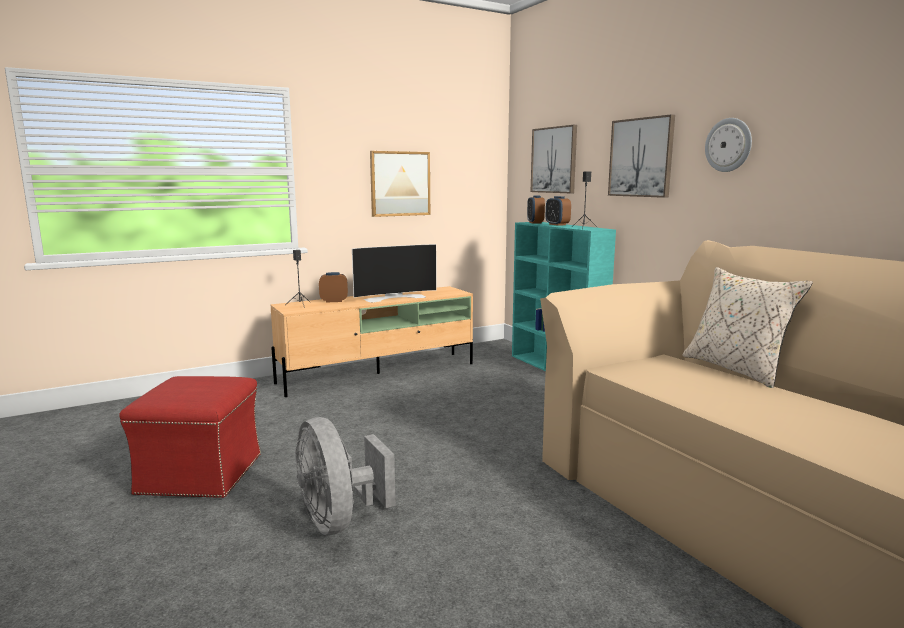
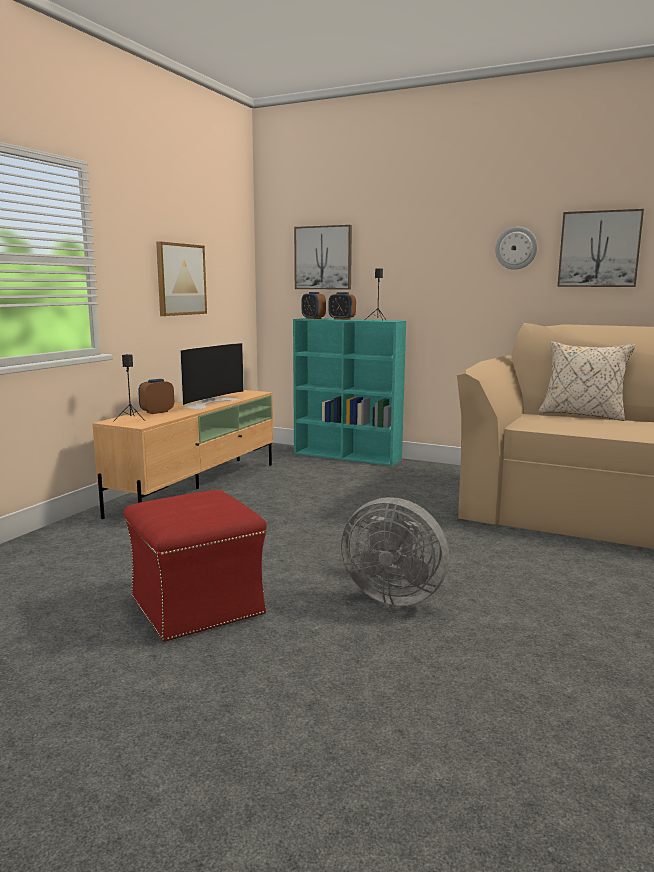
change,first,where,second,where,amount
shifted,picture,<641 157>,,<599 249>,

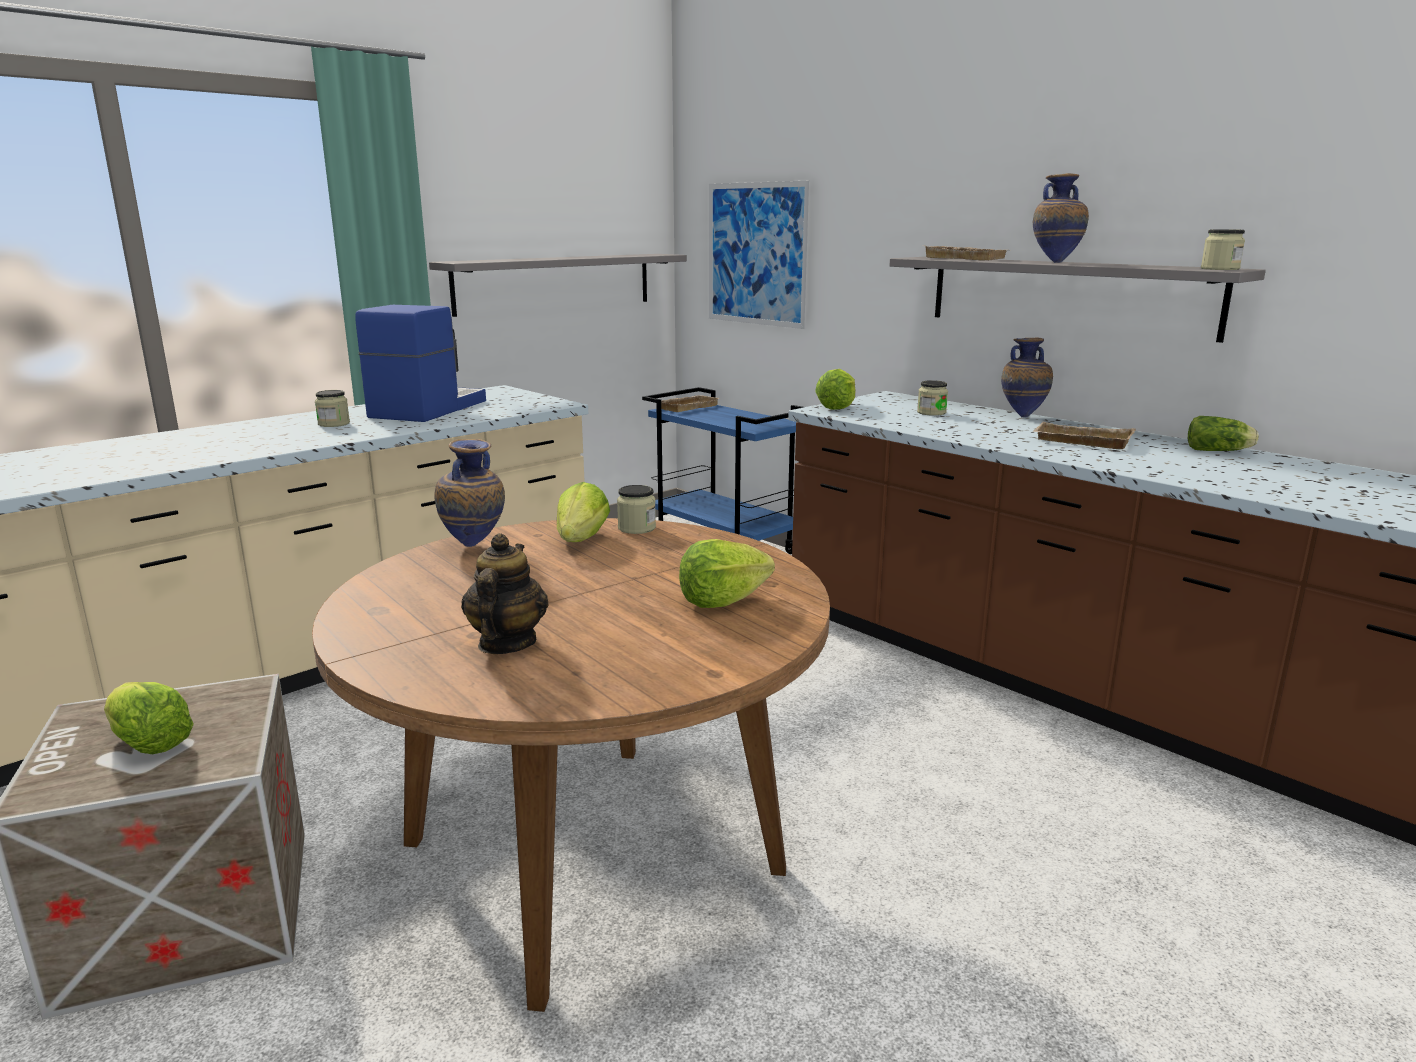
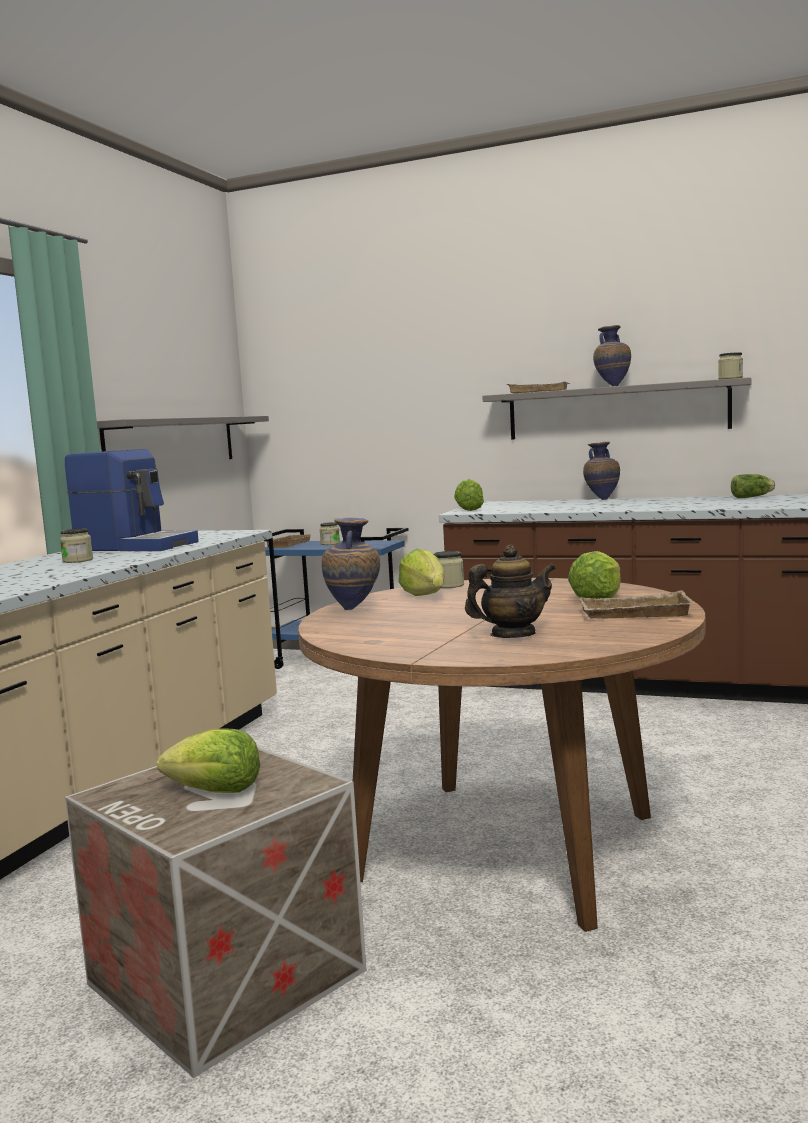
change,first,where,second,where,amount
rotated,coffee maker,<426 409>,,<136 546>,120 degrees clockwise
shifted,storage jar,<931 412>,,<330 543>,
rotated,pot for tea,<506 643>,,<512 635>,90 degrees clockwise
shifted,beige-coloured tray,<1080 442>,,<634 614>,
gone,picture,<757 254>,,,

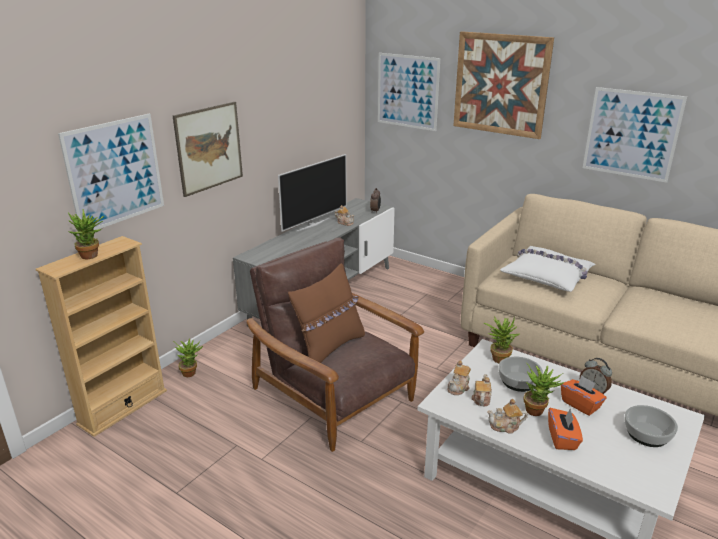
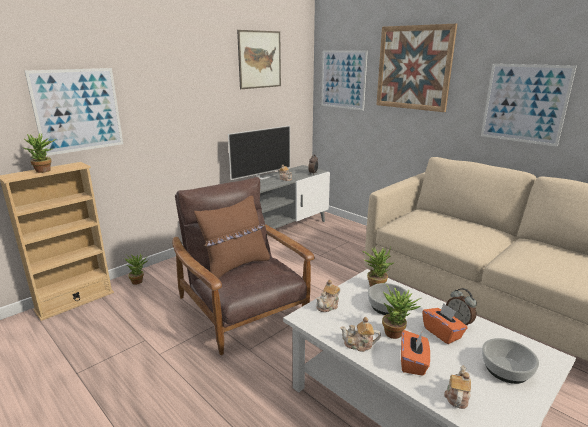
change,first,where,second,where,amount
shifted,picture,<209 148>,,<259 59>,
shifted,pot for tea,<481 398>,,<457 396>,
gone,whitish cushion,<548 276>,,,

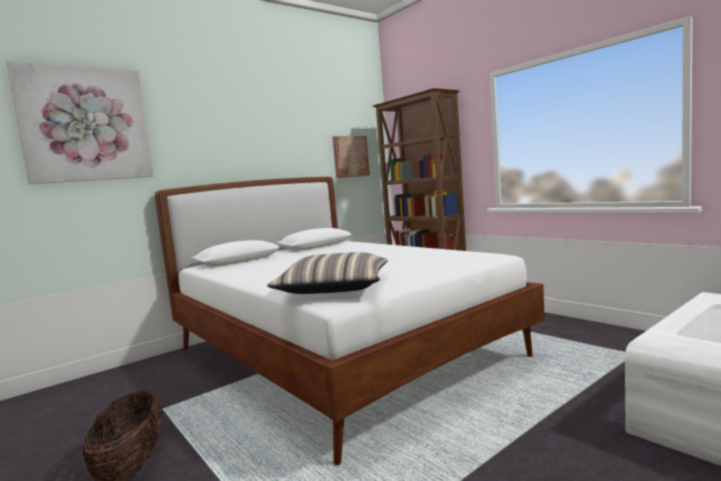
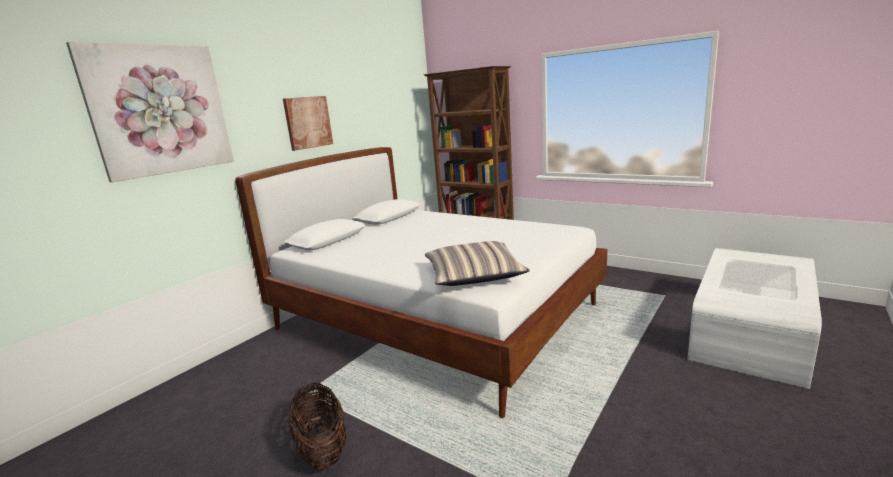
change,first,where,second,where,amount
shifted,picture,<350 156>,,<308 122>,

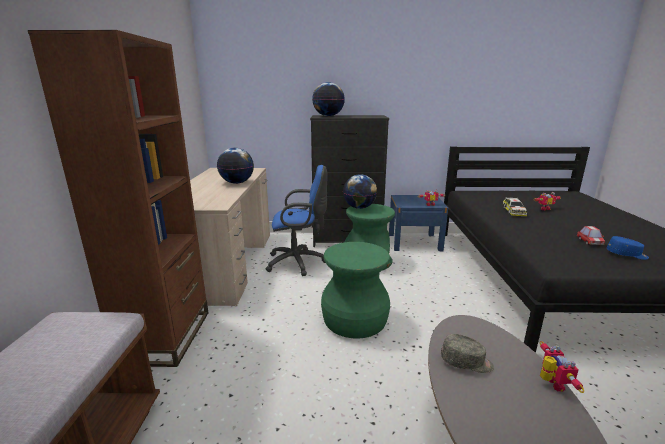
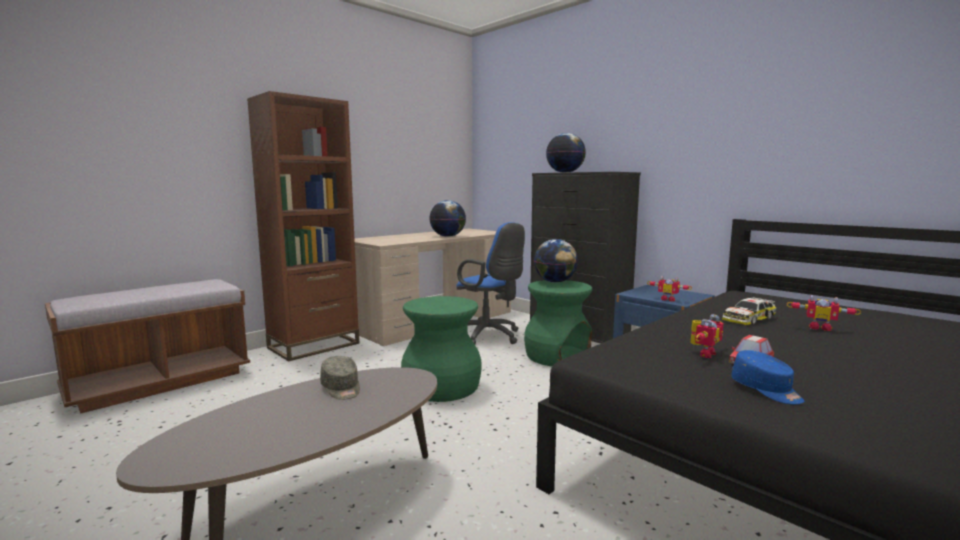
change,first,where,second,where,amount
shifted,robot figure,<551 384>,,<703 353>,

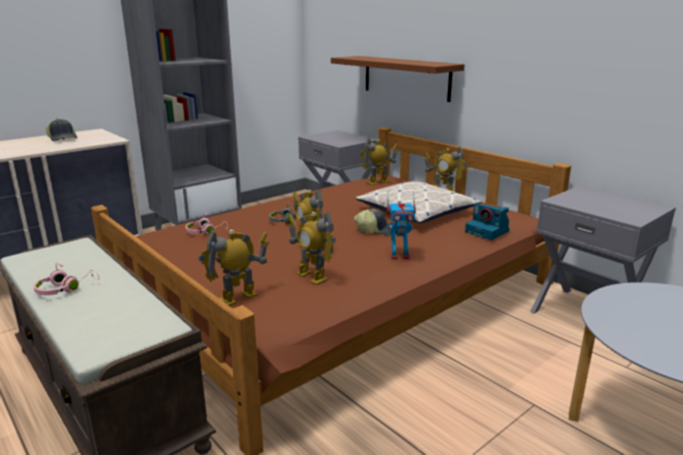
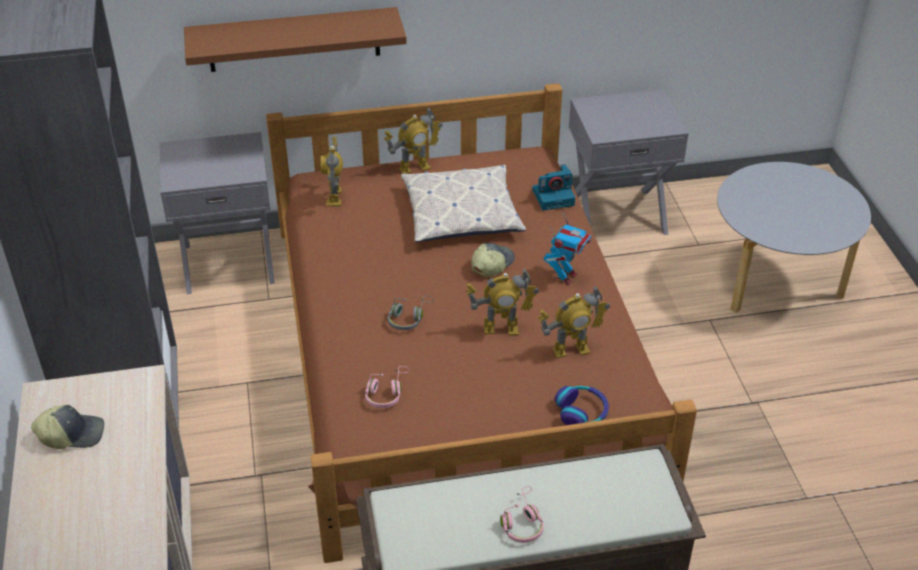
change,first,where,second,where,amount
swapped,robot figure,<238 298>,headset,<582 412>,

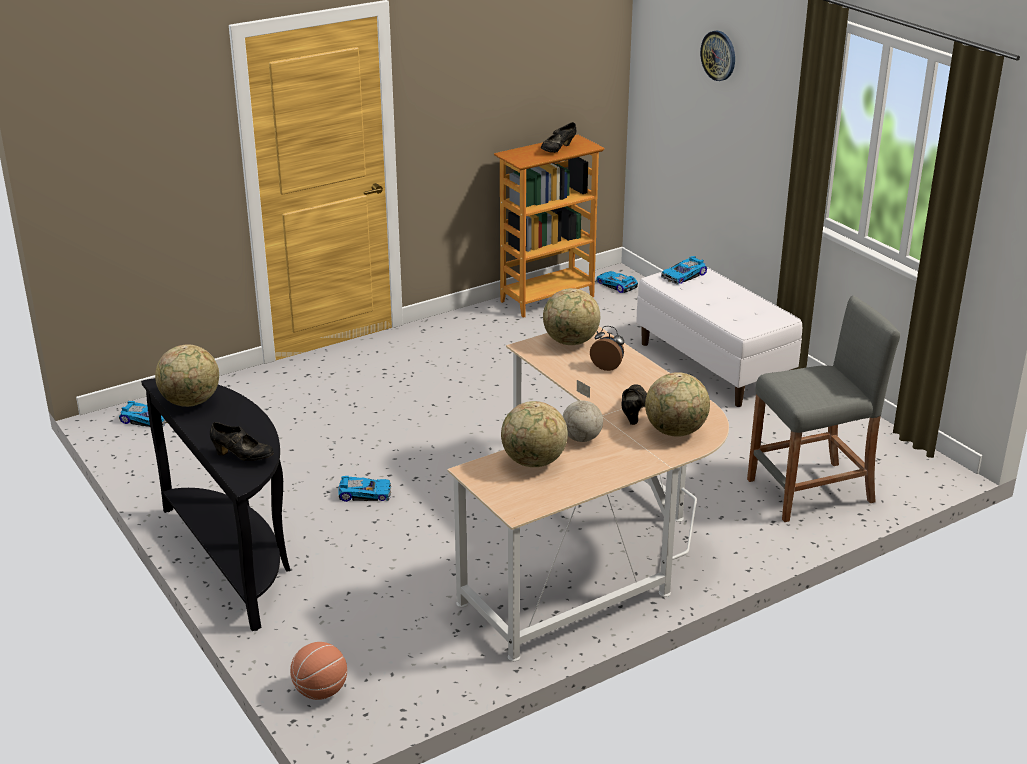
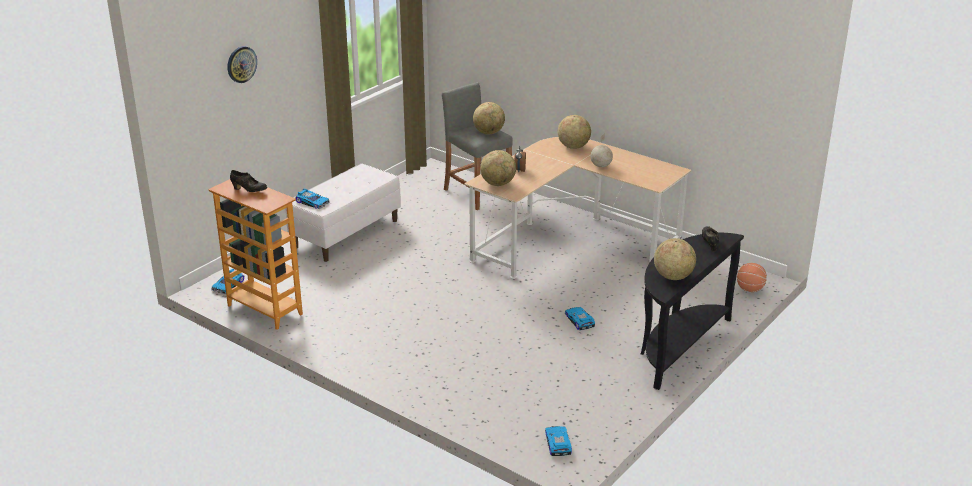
change,first,where,second,where,amount
shifted,desk globe,<534 462>,,<489 132>,
gone,black-coloured shoe,<633 412>,,,

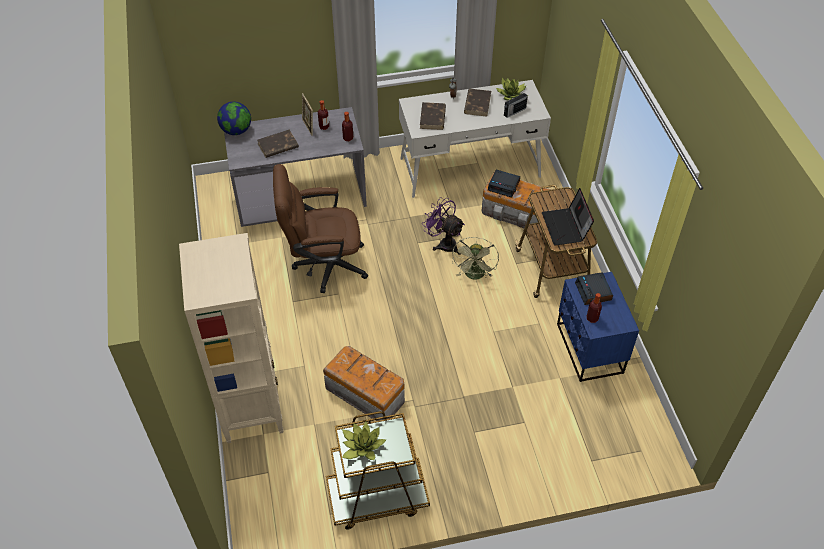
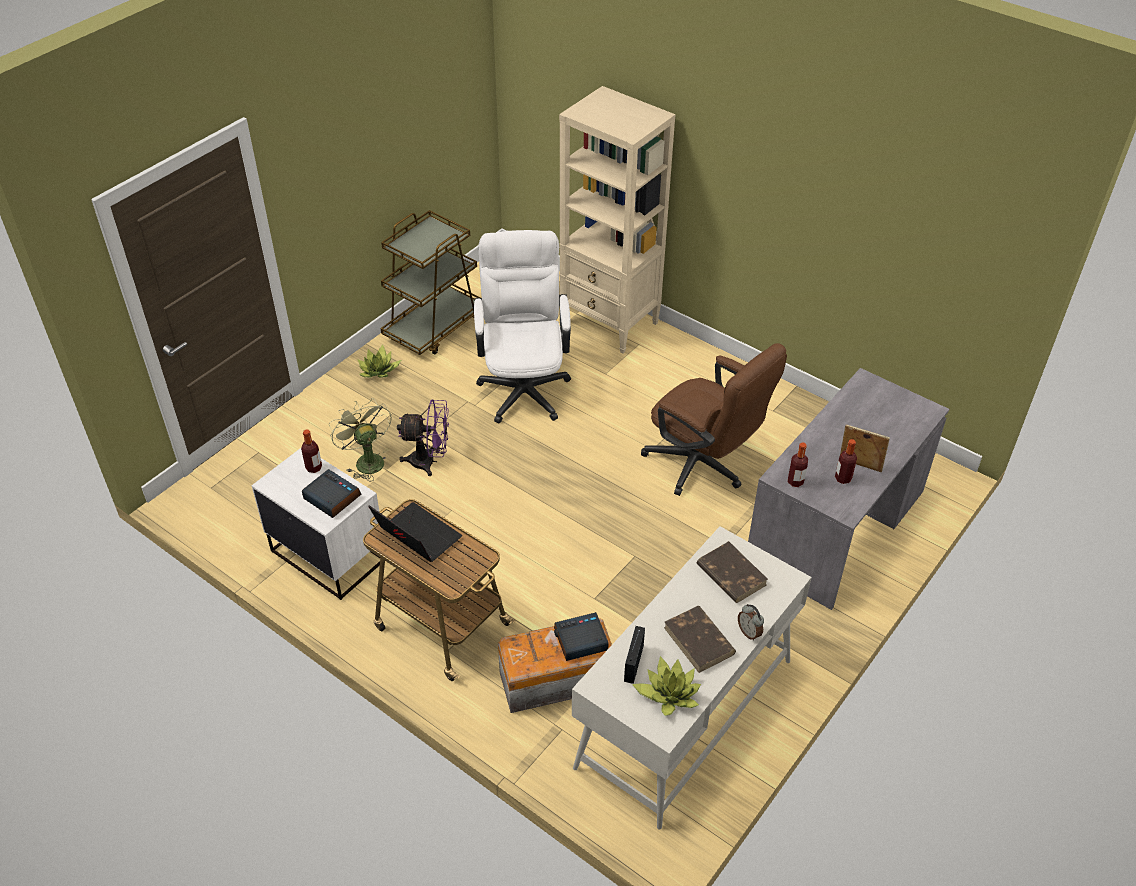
change,first,where,second,where,amount
repainted,bluish bedside table,<589 349>,whitish bedside table,<328 555>,
shifted,green fan,<475 276>,,<366 460>,
shifted,potted plant,<362 446>,,<379 370>,
shifted,purple fan,<444 243>,,<429 461>,
swapped,storage box,<365 394>,whitish computer chair,<524 385>,
rotated,brown computer chair,<323 265>,,<704 466>,90 degrees clockwise
gone,desk globe,<236 131>,,,
gone,brown volume,<277 146>,,,

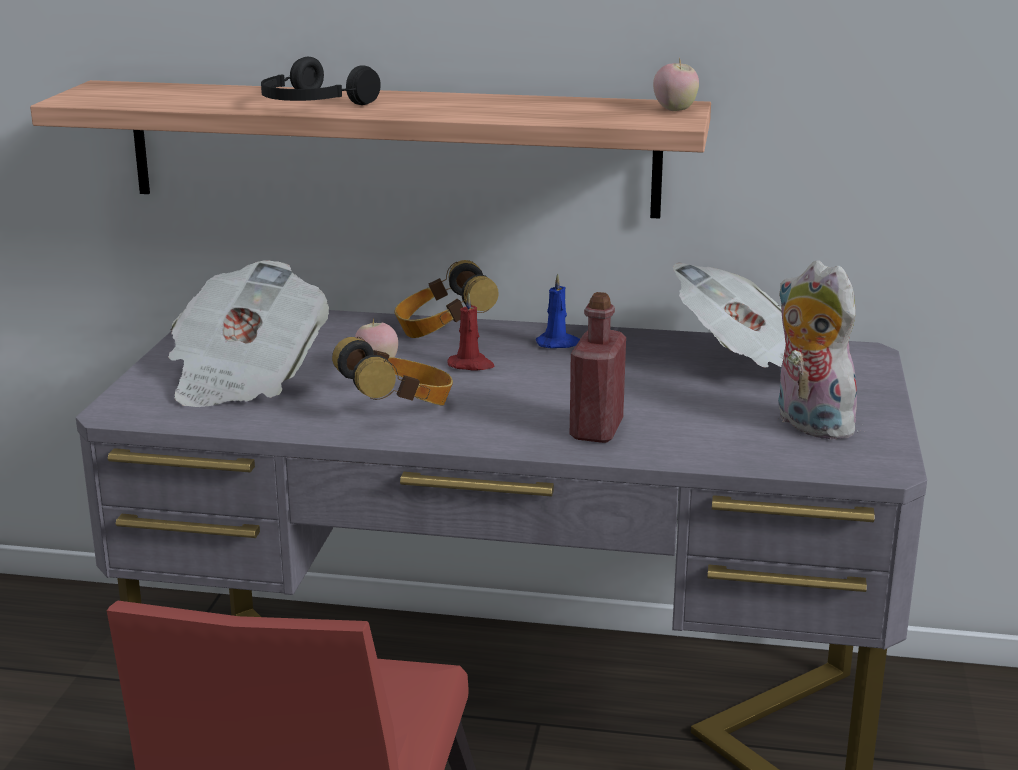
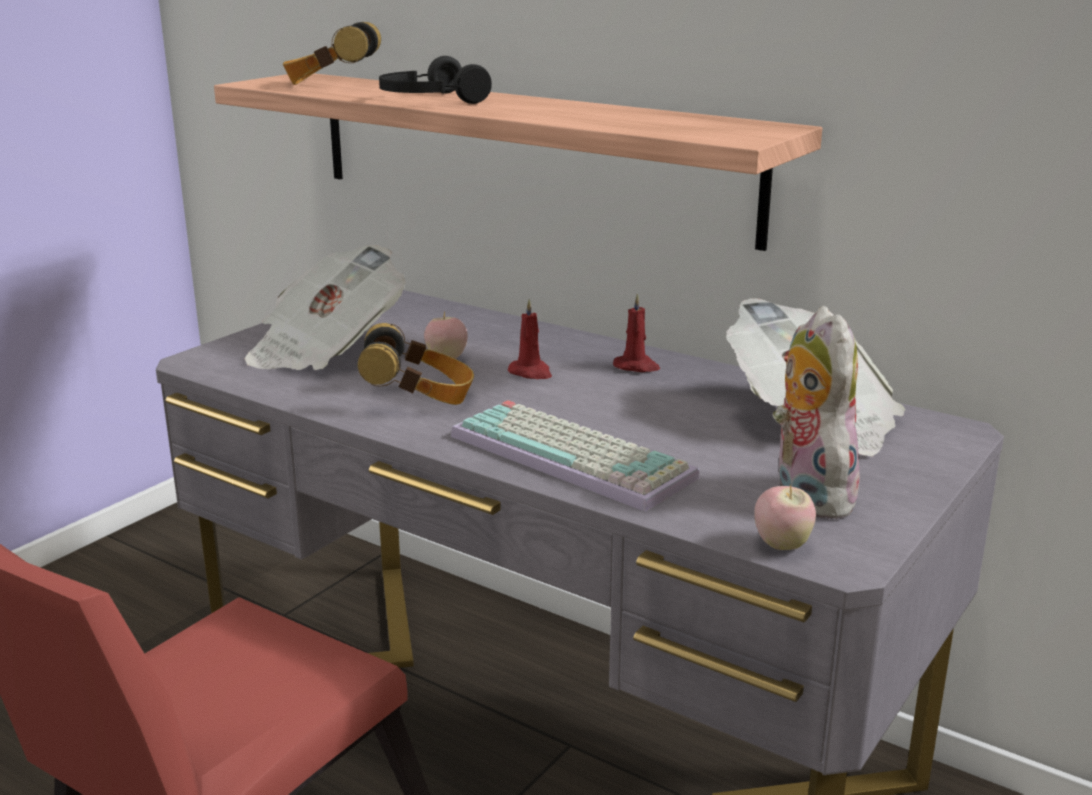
change,first,where,second,where,amount
shifted,headset,<443 330>,,<331 85>,
swapped,red bottle,<596 429>,keyboard,<576 456>,
repainted,bluish wax candle,<558 343>,red wax candle,<637 367>,
shifted,whole apple,<674 110>,,<782 545>,

